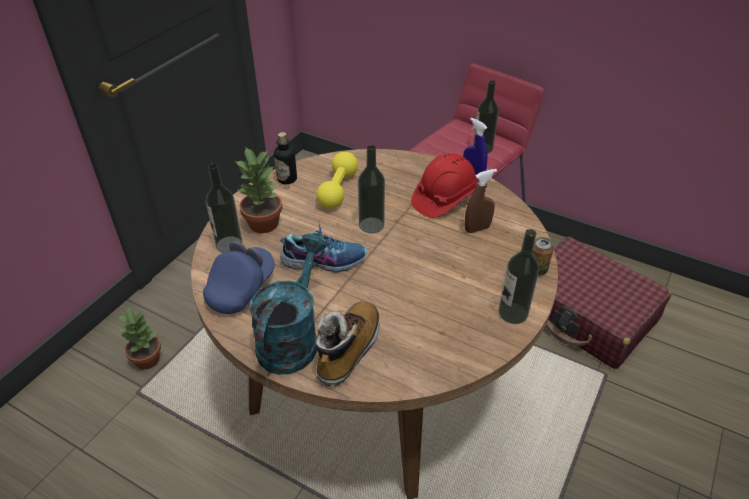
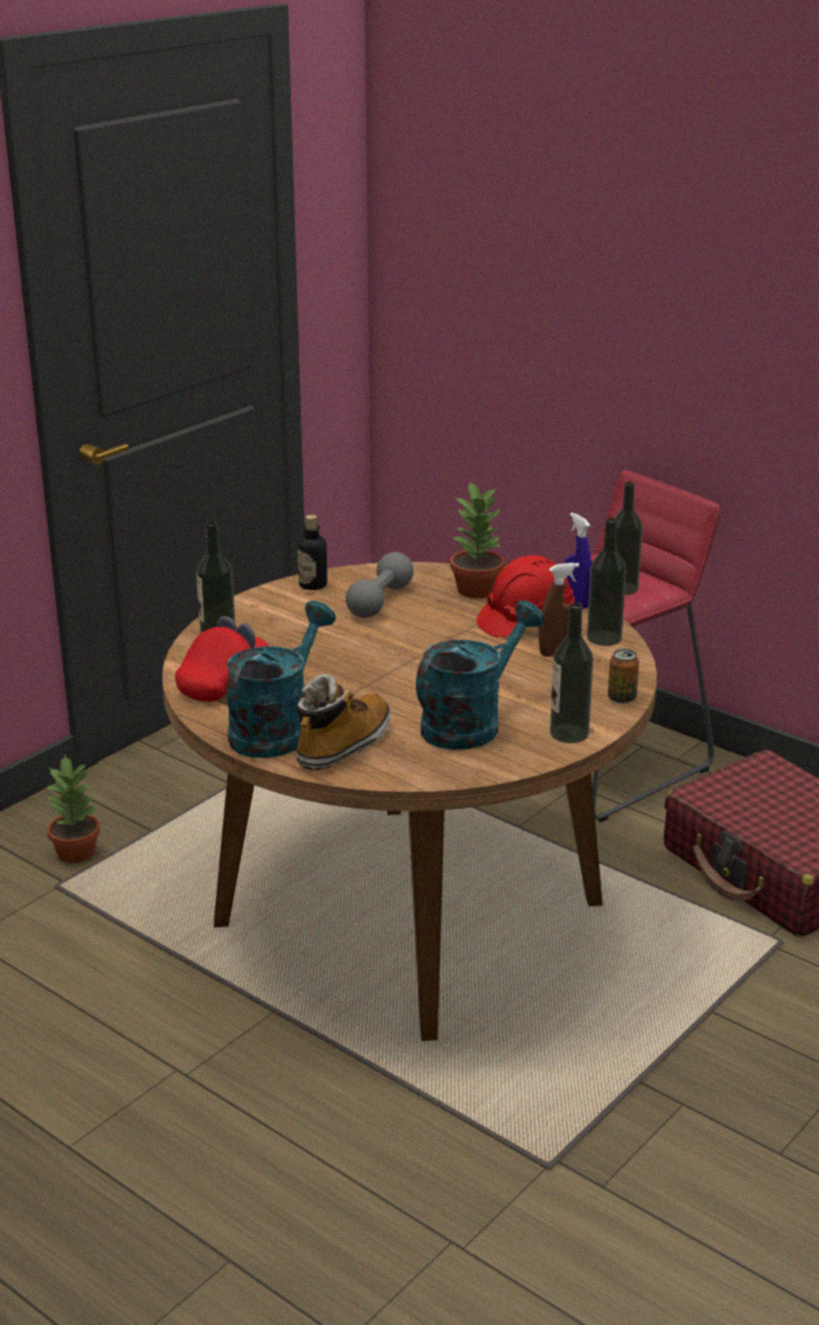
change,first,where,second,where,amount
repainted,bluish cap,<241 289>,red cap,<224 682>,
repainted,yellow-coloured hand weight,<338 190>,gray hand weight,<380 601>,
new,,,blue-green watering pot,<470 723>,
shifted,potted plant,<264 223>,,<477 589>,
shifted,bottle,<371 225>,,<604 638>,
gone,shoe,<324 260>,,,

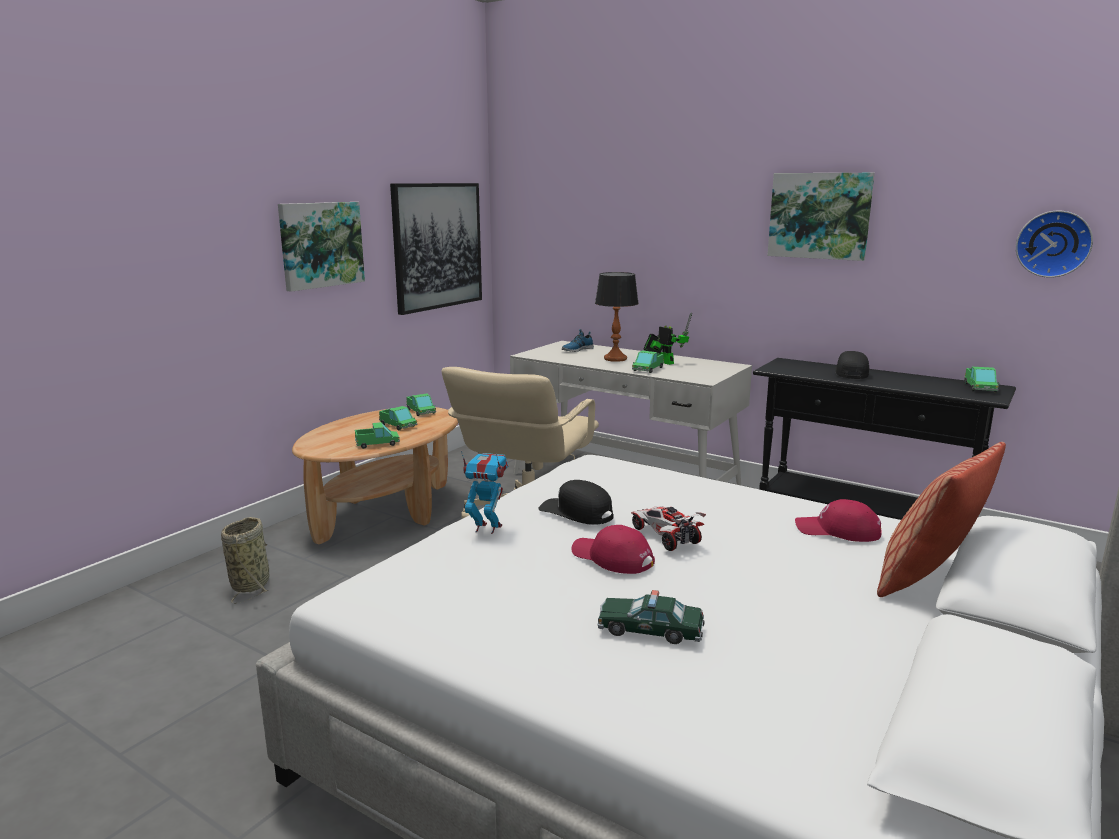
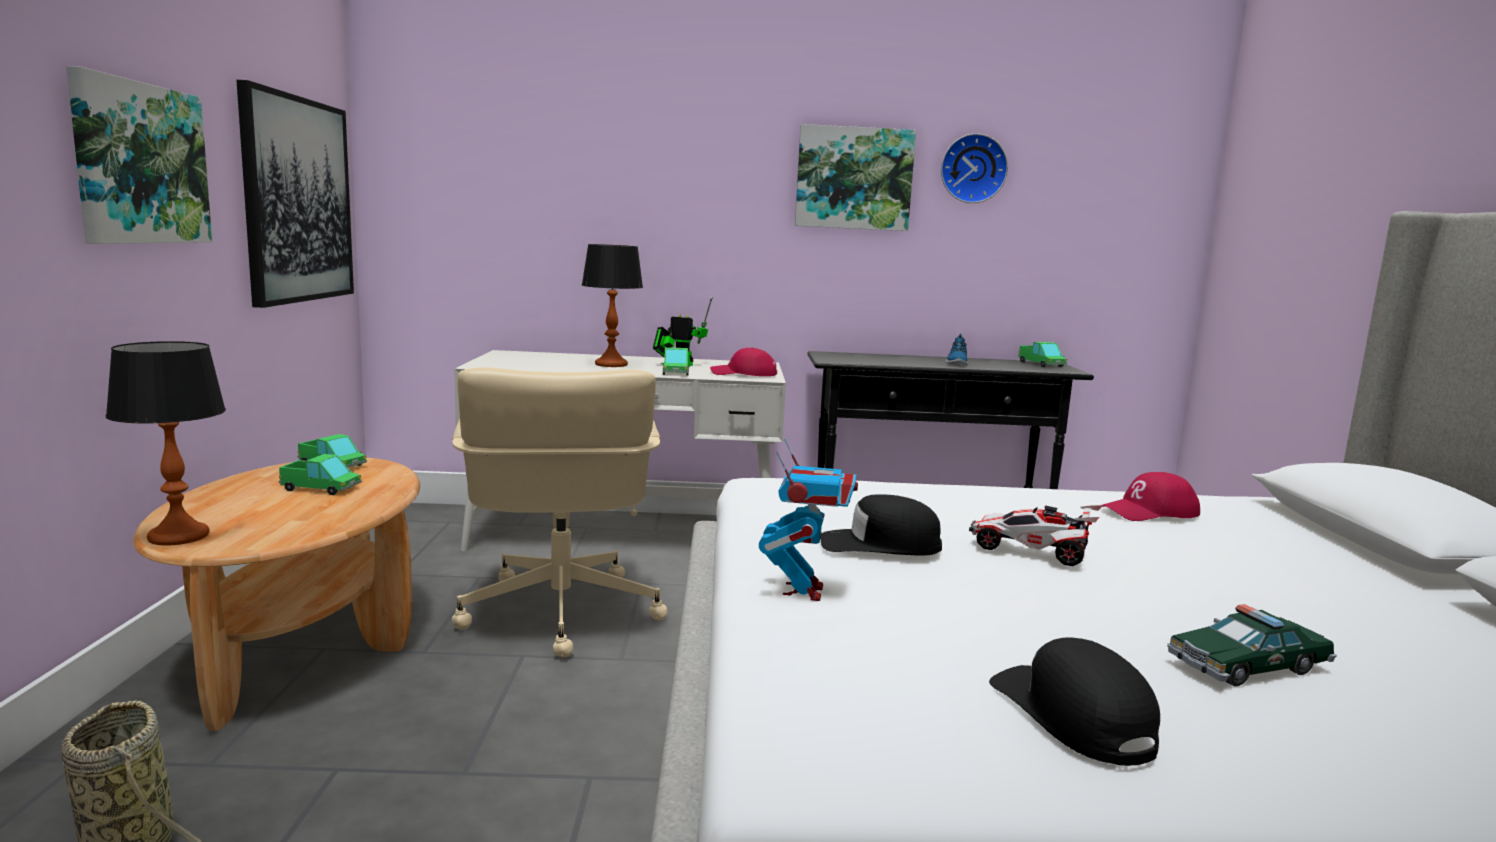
change,first,where,second,where,amount
new,,,table lamp,<178 536>,
shifted,red cap,<612 558>,,<743 374>,
rotated,robot figure,<487 528>,,<804 591>,120 degrees clockwise
shifted,clock on the wall,<1053 244>,,<972 169>,
shifted,shoe,<577 349>,,<956 362>,
shifted,black-coloured cap,<851 373>,,<1072 715>,
gone,toy truck,<377 444>,,,
gone,cushion,<929 580>,,,

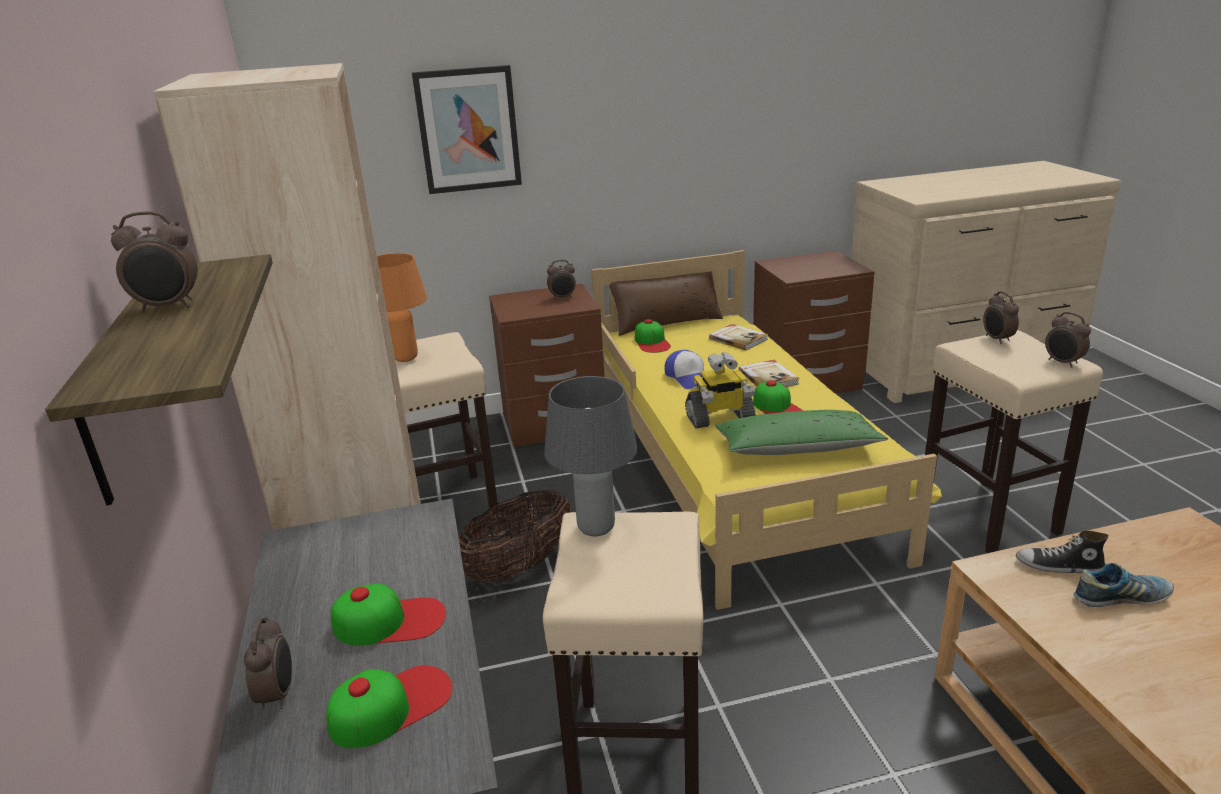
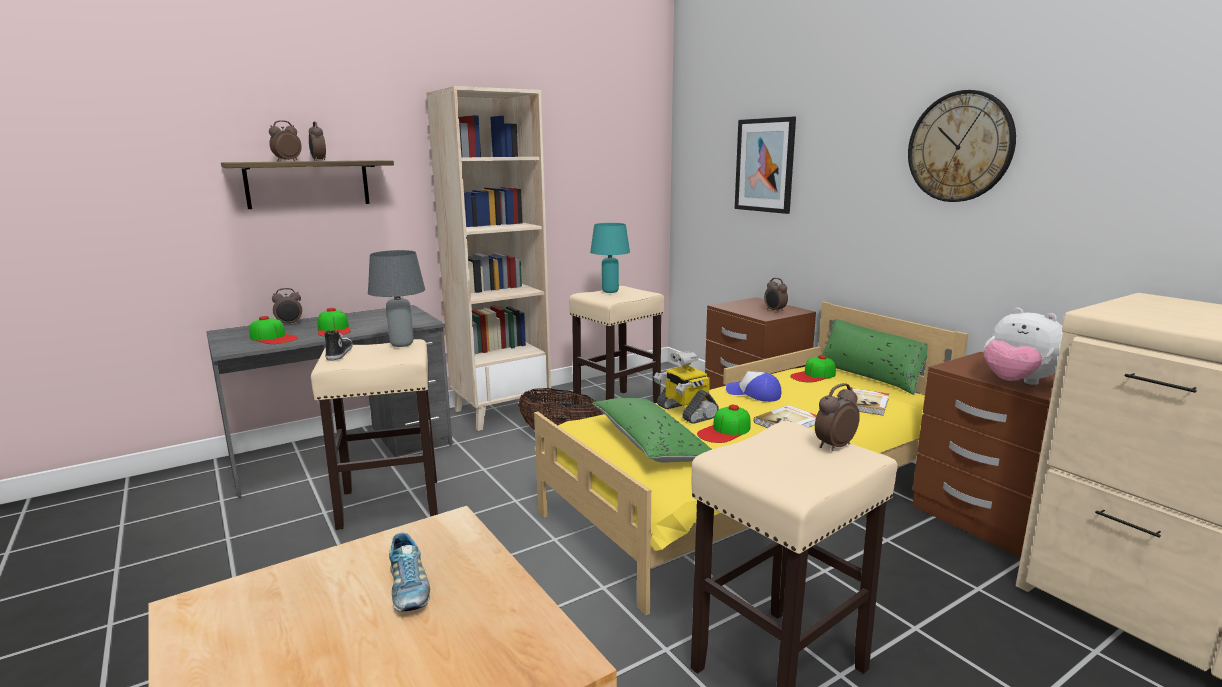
change,first,where,second,where,amount
shifted,alarm clock,<1062 363>,,<287 161>,
shifted,shoe,<1059 566>,,<339 353>,
repainted,orangey table lamp,<405 358>,blue-green table lamp,<609 291>,
rotated,cap,<688 377>,,<753 394>,75 degrees clockwise
repainted,brown cushion,<666 322>,green cushion,<869 376>,
new,,,clock on the wall,<960 147>,
new,,,soft toy,<1017 383>,

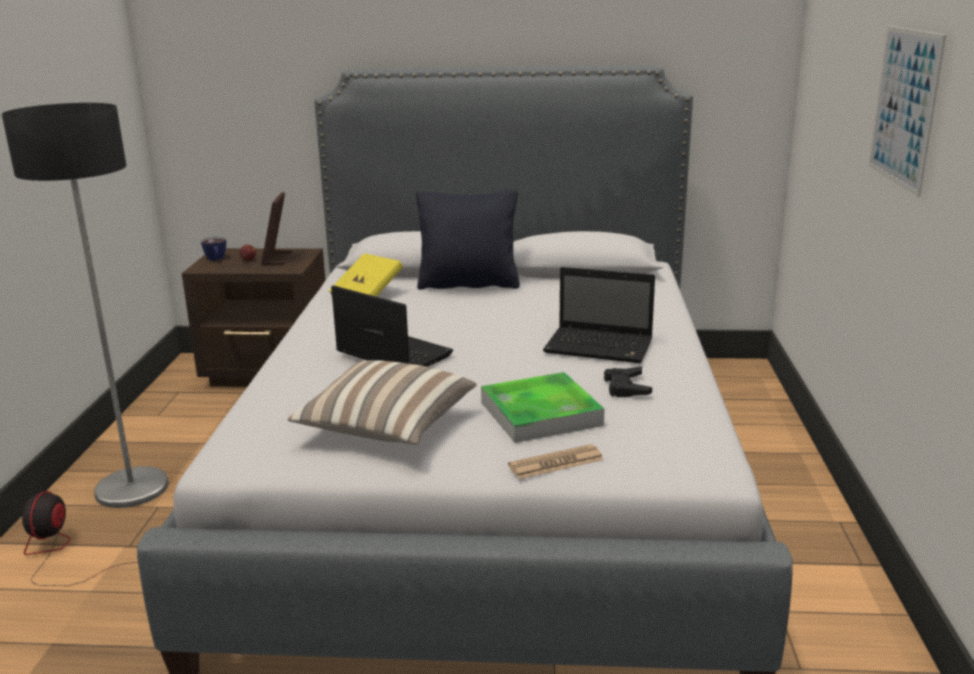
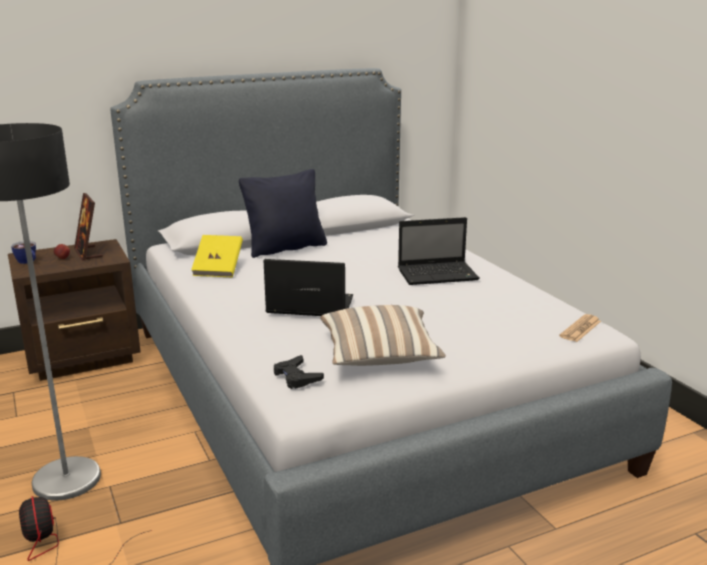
change,first,where,second,where,amount
shifted,black-coloured gamepad,<626 387>,,<296 377>,
shifted,printed paper,<556 463>,,<580 329>,
gone,tray,<540 413>,,,
gone,picture,<904 107>,,,

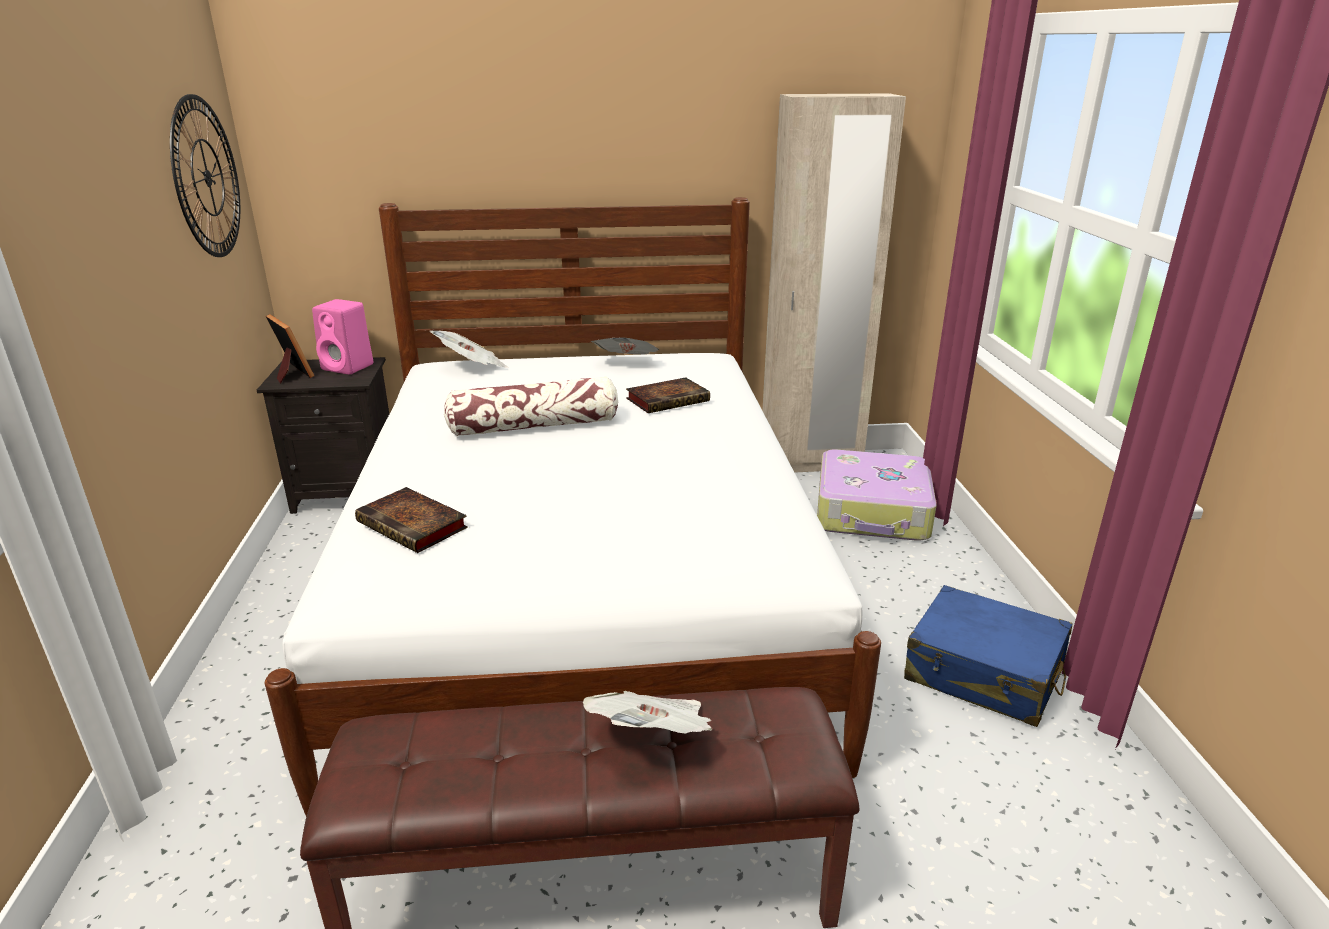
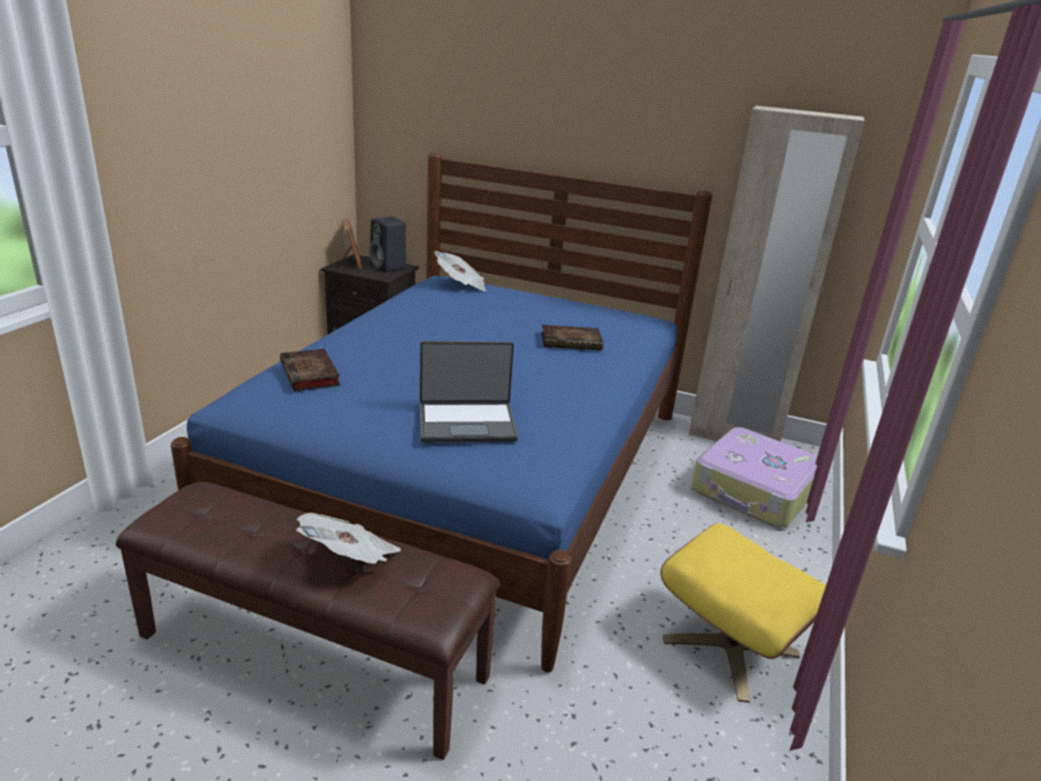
change,first,where,second,where,amount
repainted,whitish sleeping bed,<583 588>,bluish sleeping bed,<471 470>,
repainted,pinkish loudspeaker,<349 367>,black-coloured loudspeaker,<389 267>,
new,,,laptop,<467 423>,
swapped,bluish piece of luggage,<983 673>,yellow-coloured footrest,<731 647>,
gone,clock on the wall,<207 178>,,,
gone,cushion,<534 426>,,,
gone,printed paper,<627 364>,,,

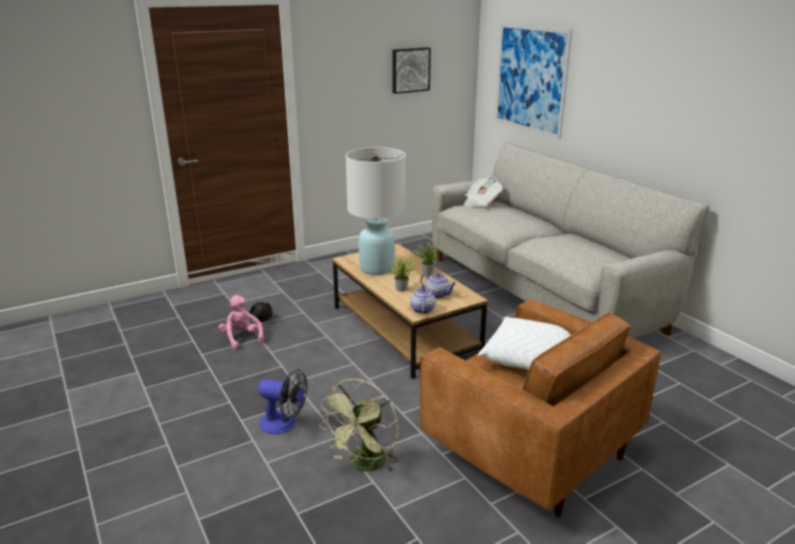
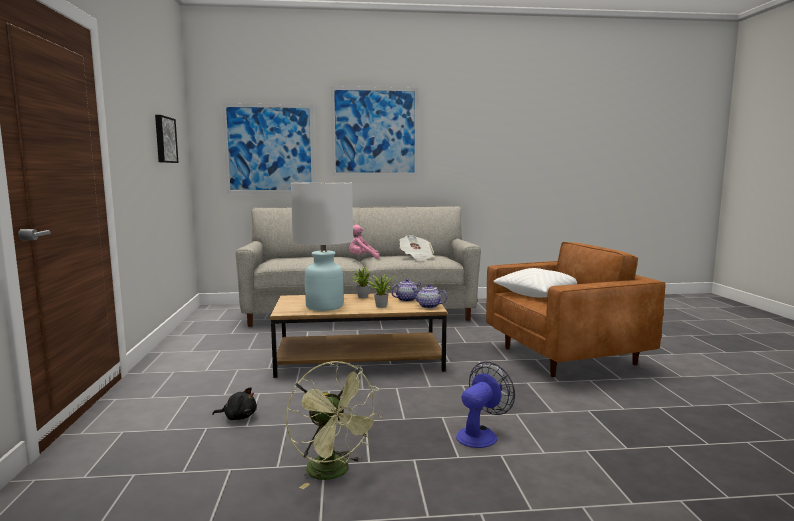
change,first,where,second,where,amount
shifted,green fan,<364 465>,,<334 473>,
new,,,picture,<375 132>,
shifted,pinkish soft toy,<241 338>,,<362 258>,
shifted,printed paper,<481 202>,,<416 258>,

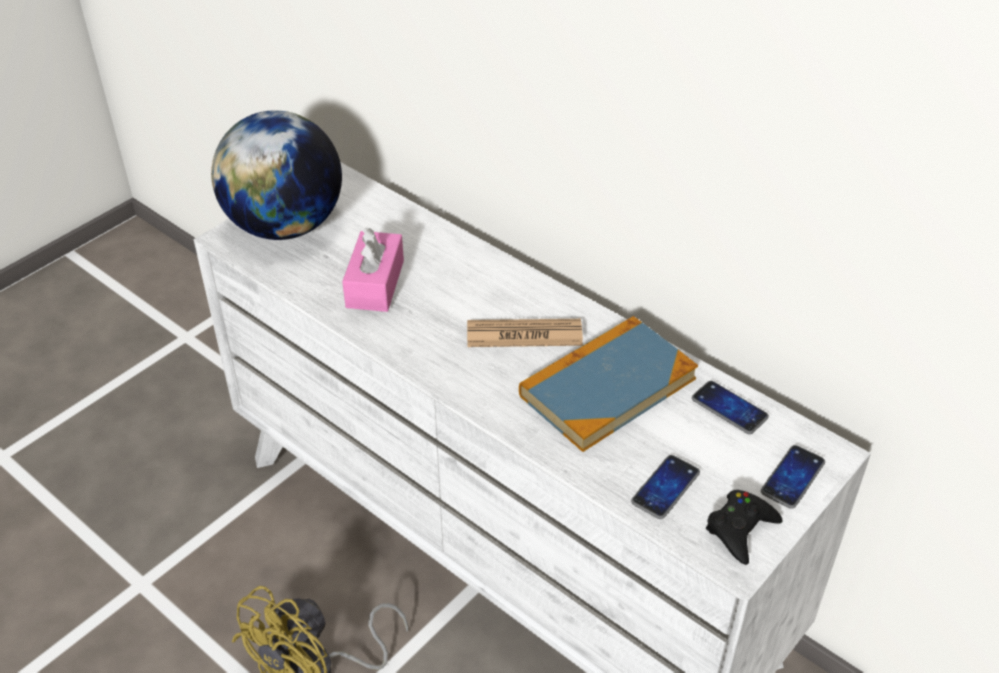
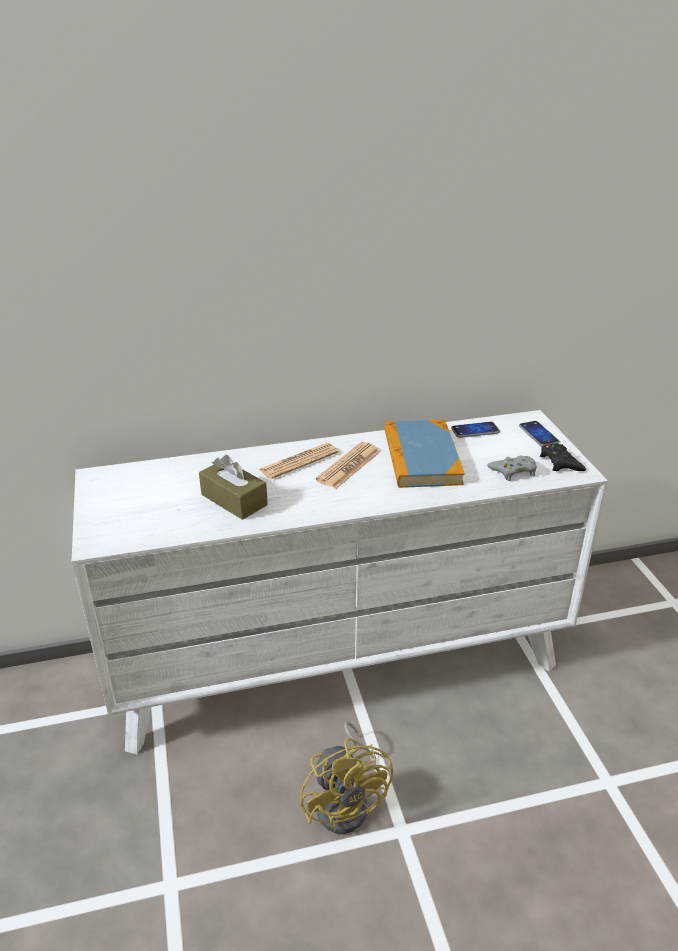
change,first,where,second,where,amount
repainted,pinkish tissue holder,<375 284>,brown tissue holder,<234 500>,
new,,,printed paper,<299 461>,
swapped,telephone,<665 488>,gray gamepad,<513 471>,
gone,desk globe,<285 226>,,,

